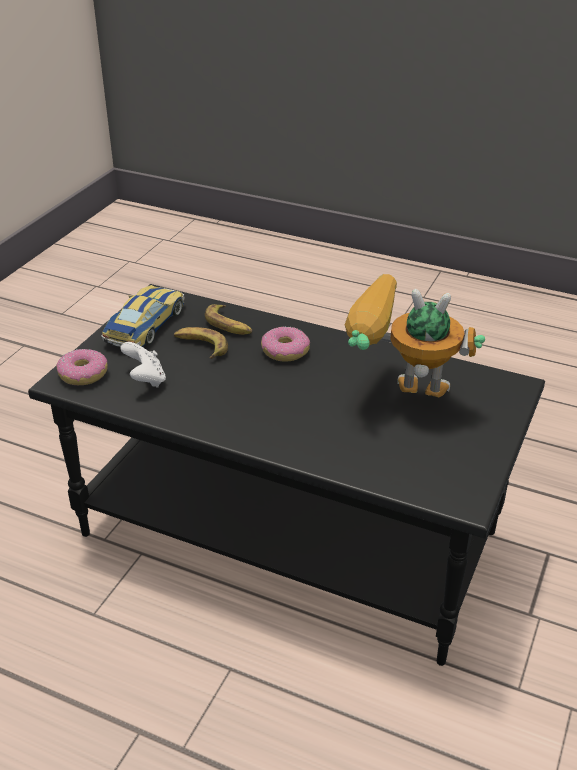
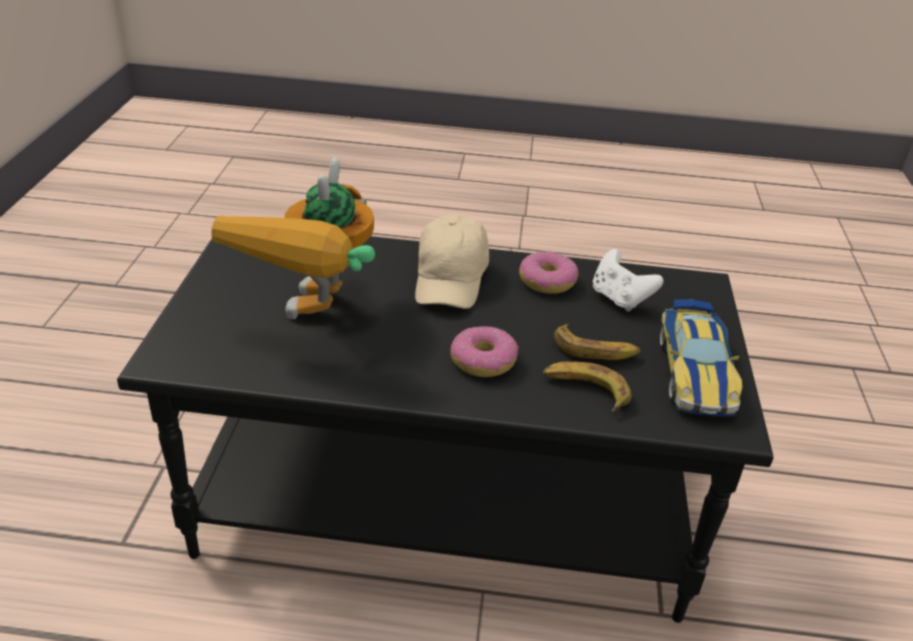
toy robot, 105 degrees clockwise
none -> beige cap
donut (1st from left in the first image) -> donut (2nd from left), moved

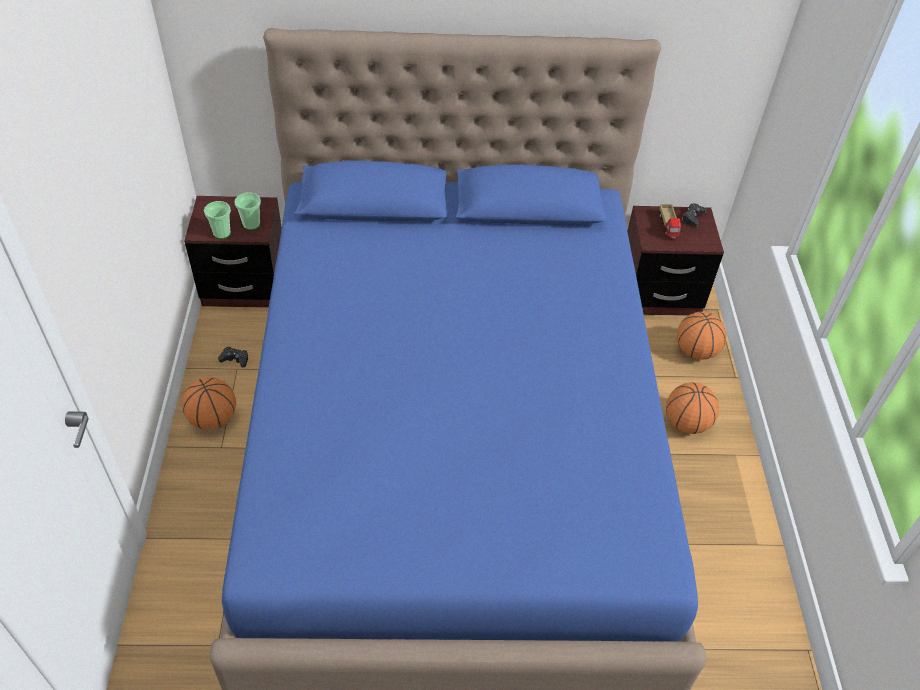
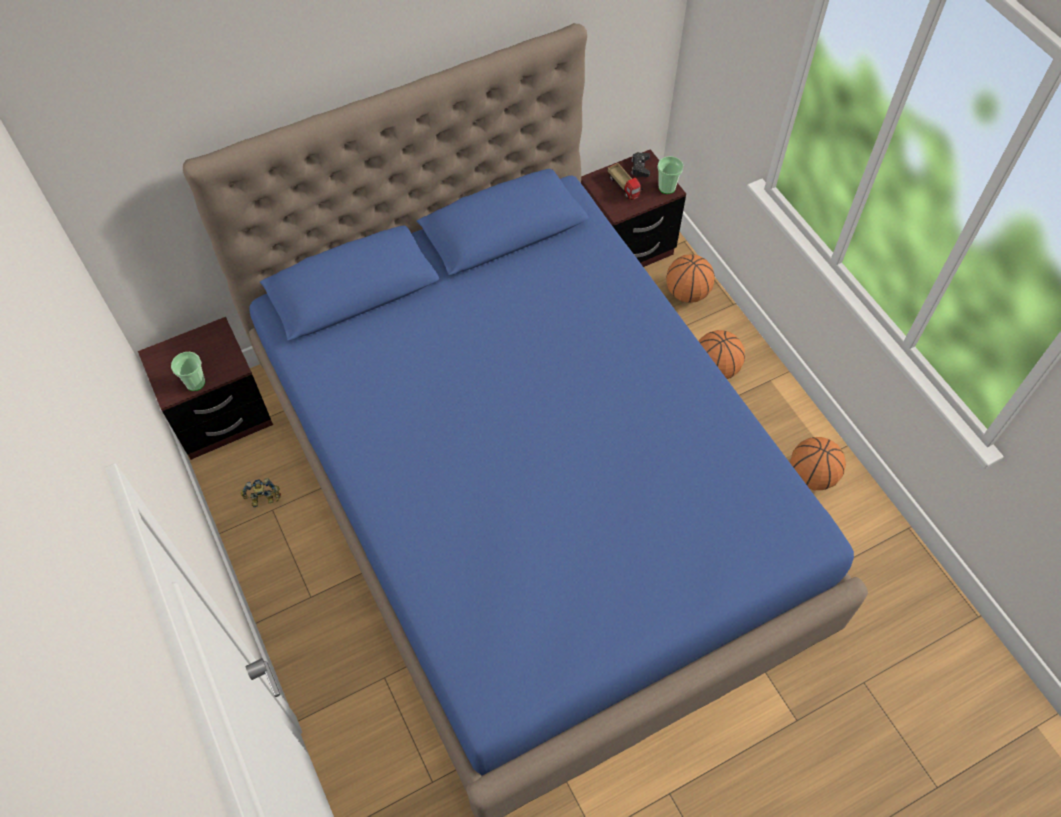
black game controller (1st from left) -> toy robot
cup (2nd from left), moved
basketball (1st from left in the first image) -> basketball (3rd from left), moved

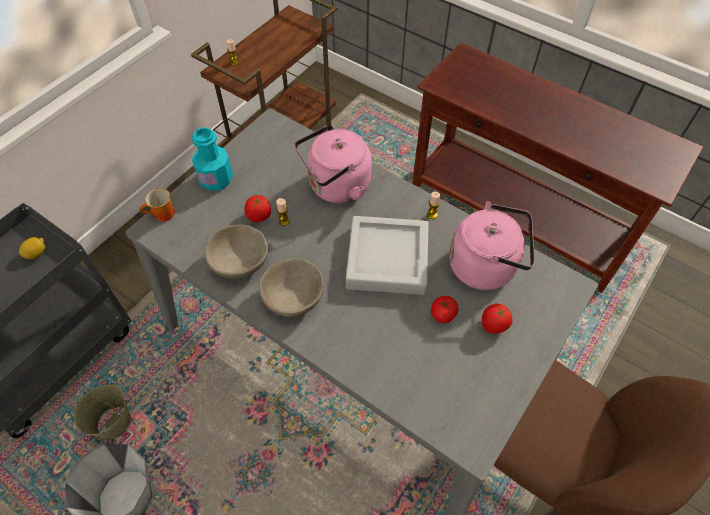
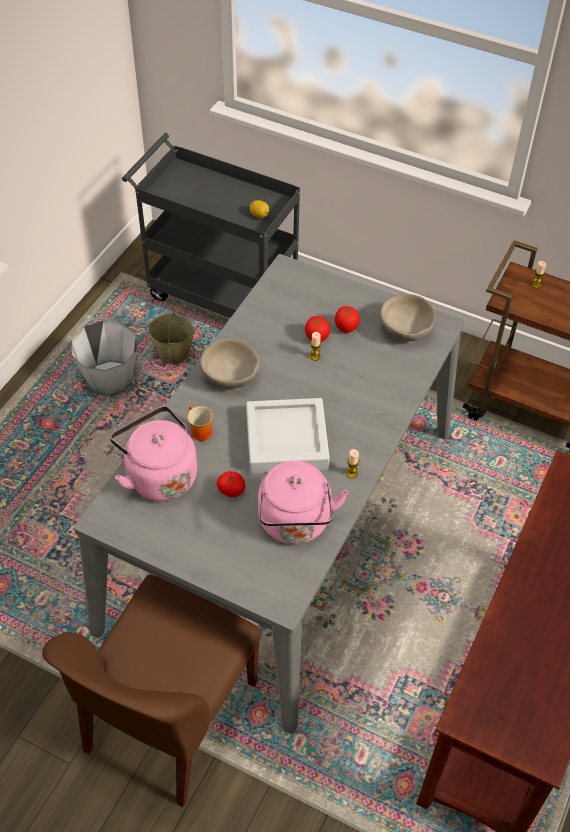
pink kettle (1st from left), moved
mug, moved
tomato (3rd from left), moved
beige bowl (1st from left in the first image) -> beige bowl (2nd from left), moved
turquoise bottle -> none

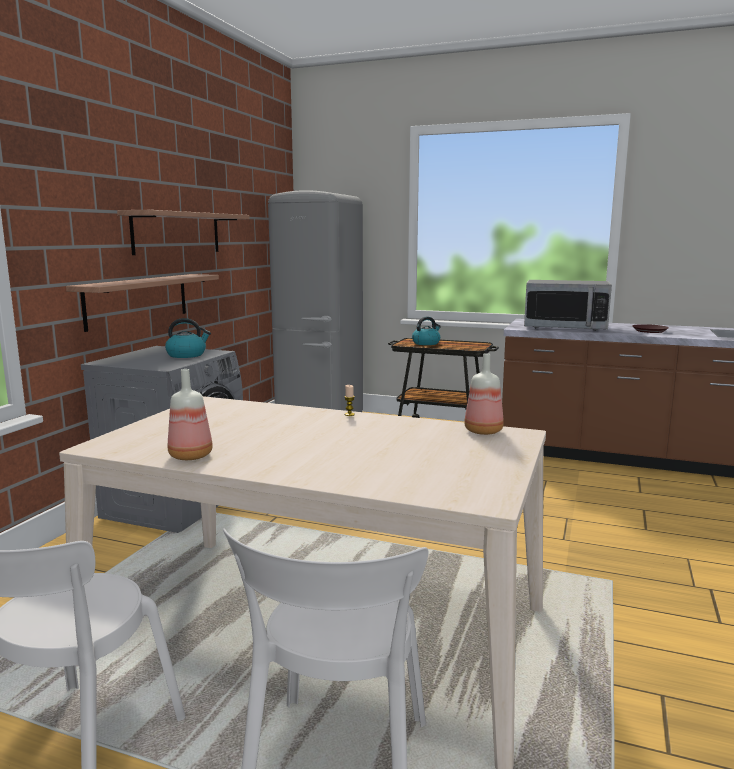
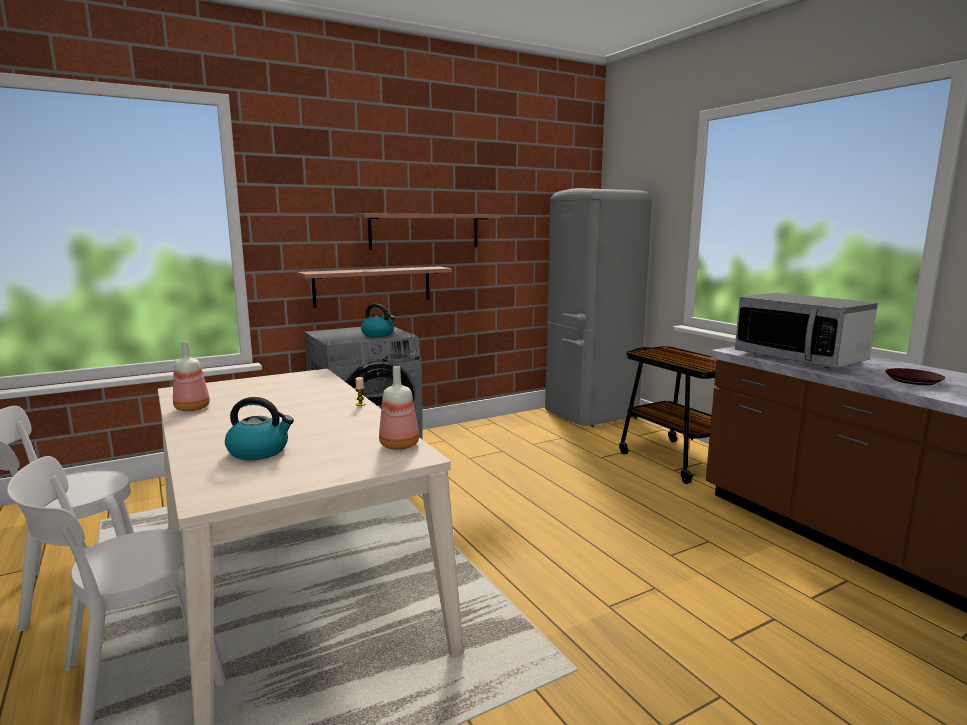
kettle (2nd from left in the first image) -> kettle (1st from left), moved

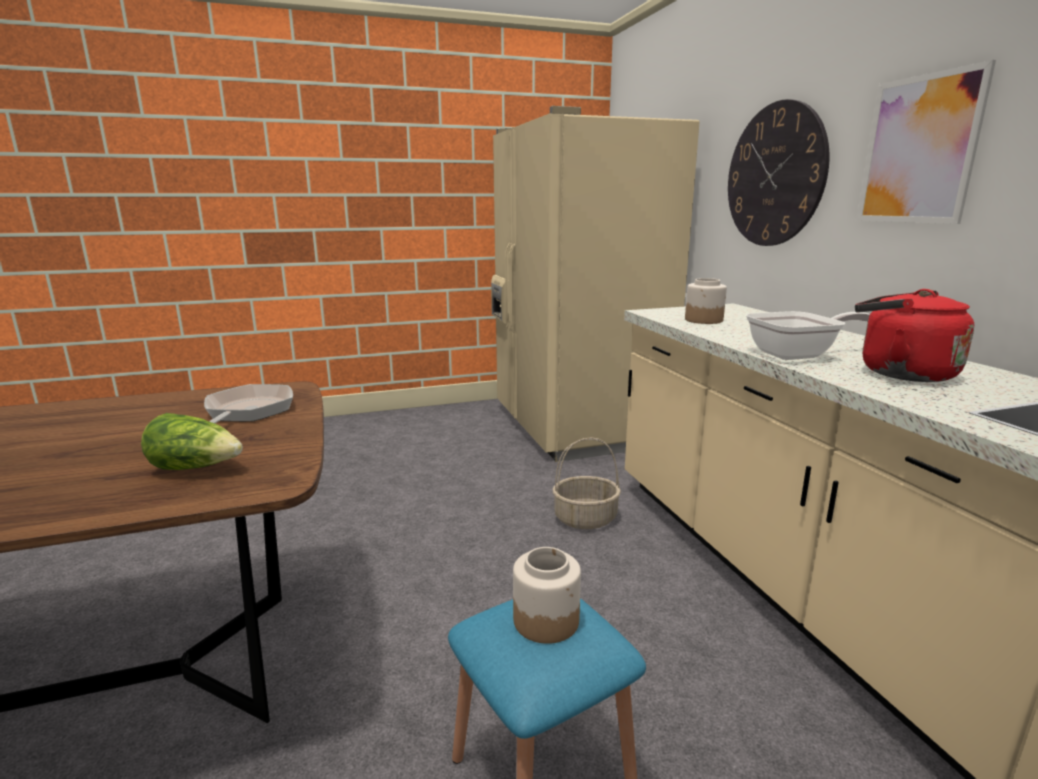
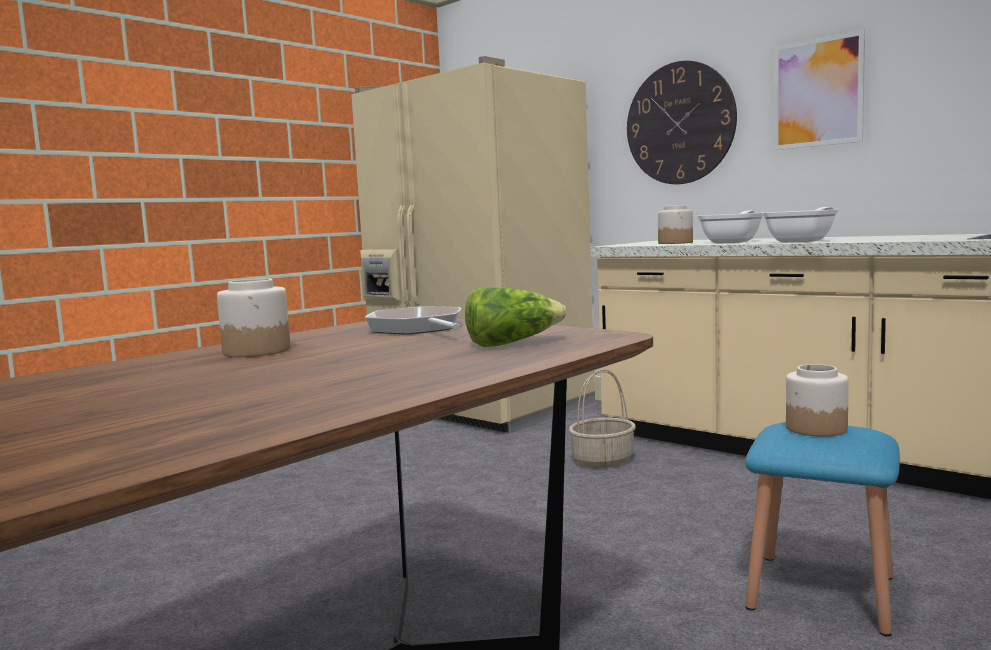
none -> jar (1st from left)
none -> frying pan (2nd from left)
red kettle -> none

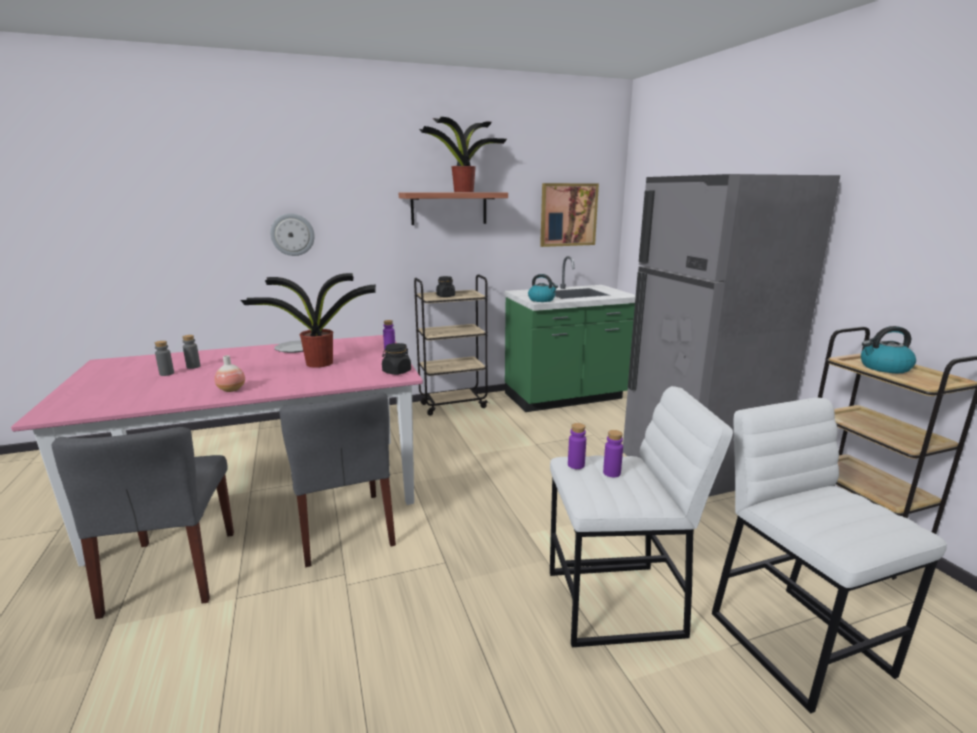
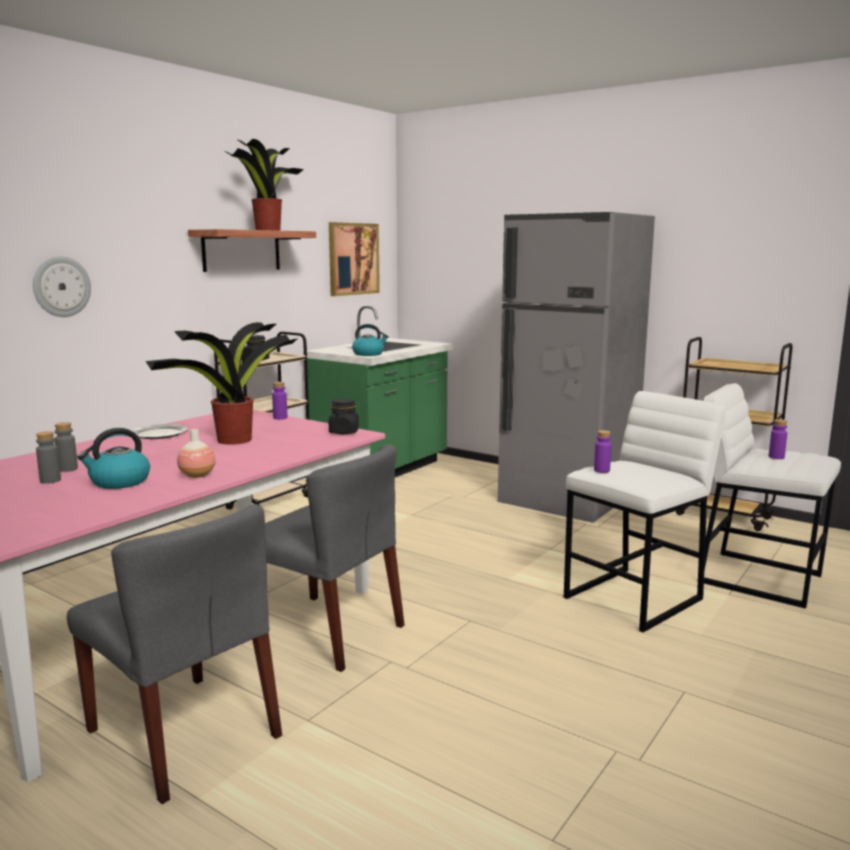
kettle (2nd from left in the first image) -> kettle (1st from left), moved
purple bottle (3rd from left), moved

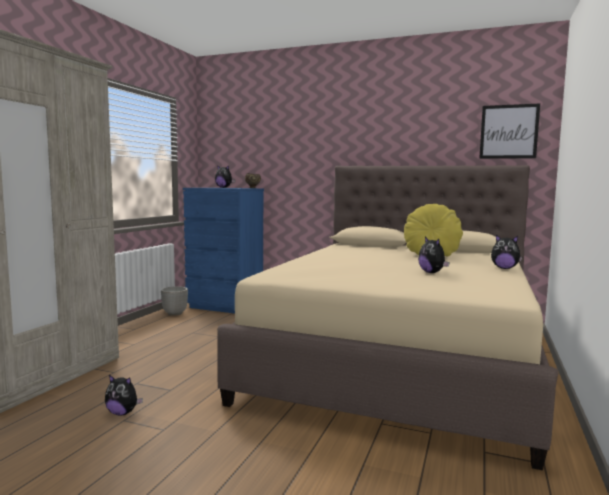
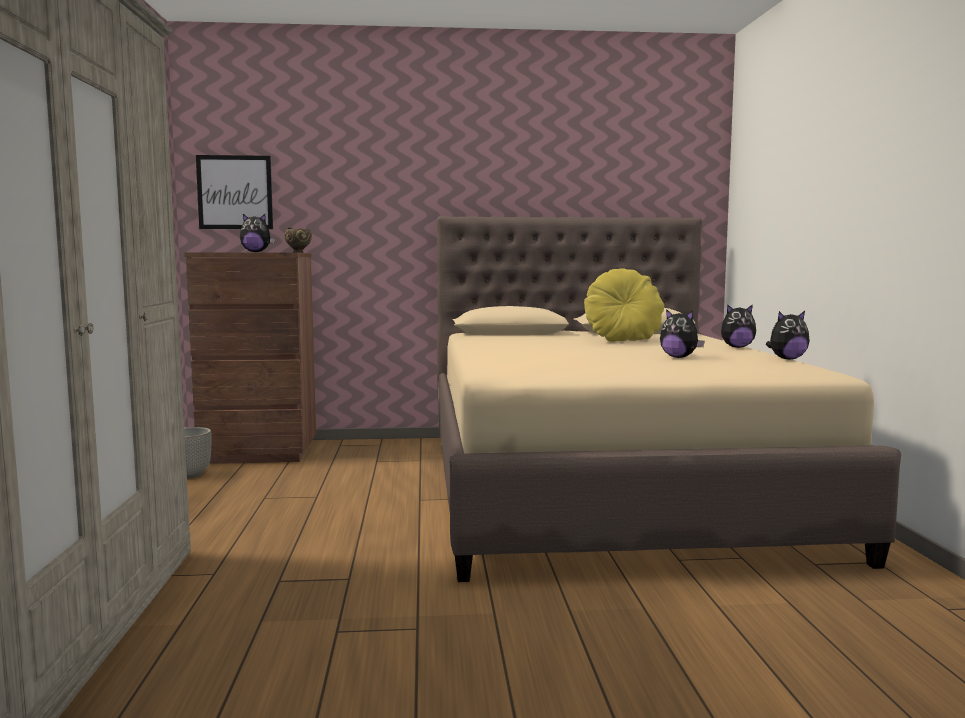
blue dresser -> brown dresser
picture, moved
plush toy (1st from left in the first image) -> plush toy (4th from left), moved

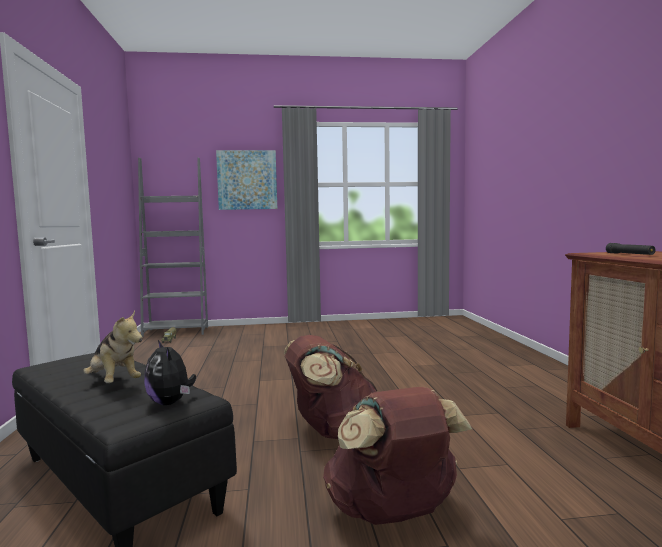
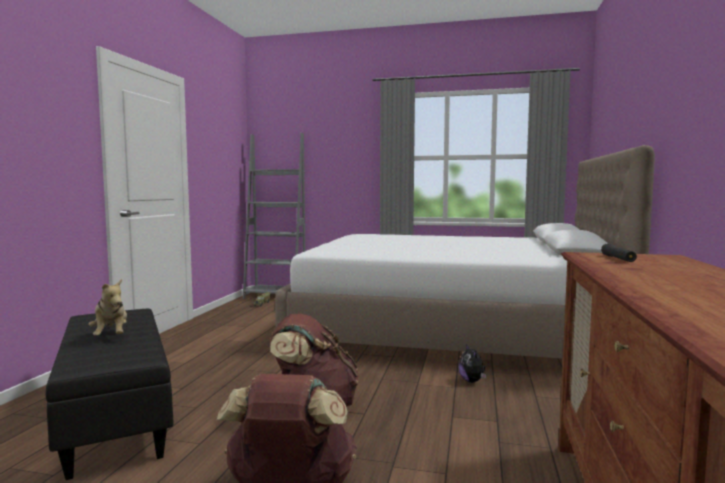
none -> white bed
plush toy (2nd from left), moved
picture -> none

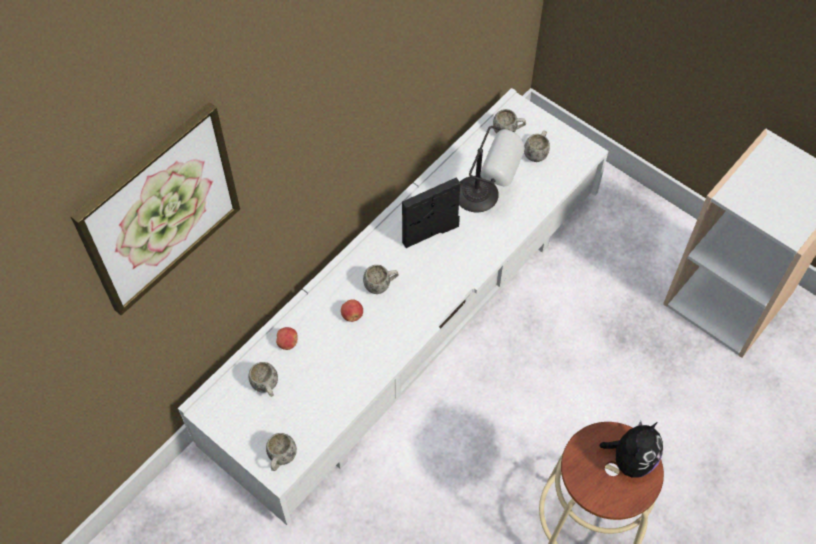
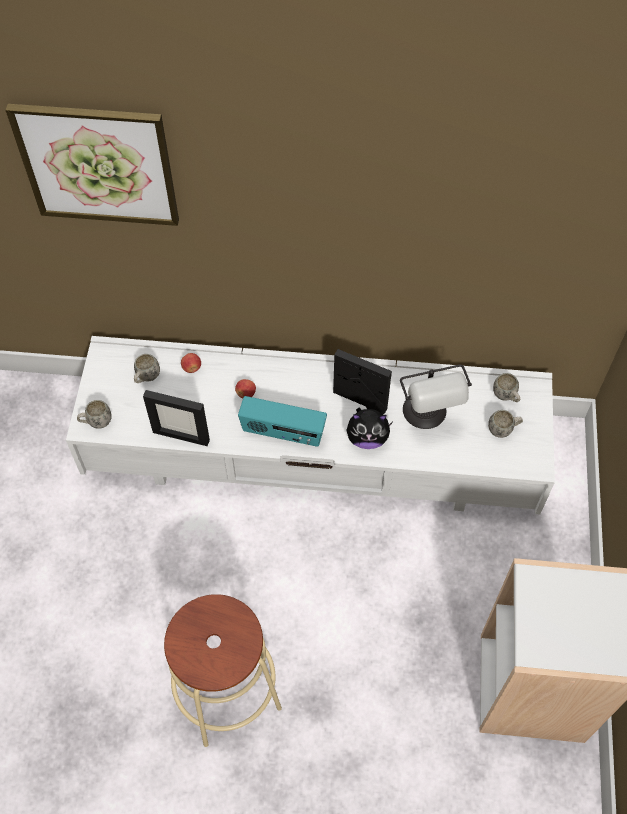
none -> picture frame (1st from left)
none -> radio
plush toy, moved
white mug (3rd from left) -> none

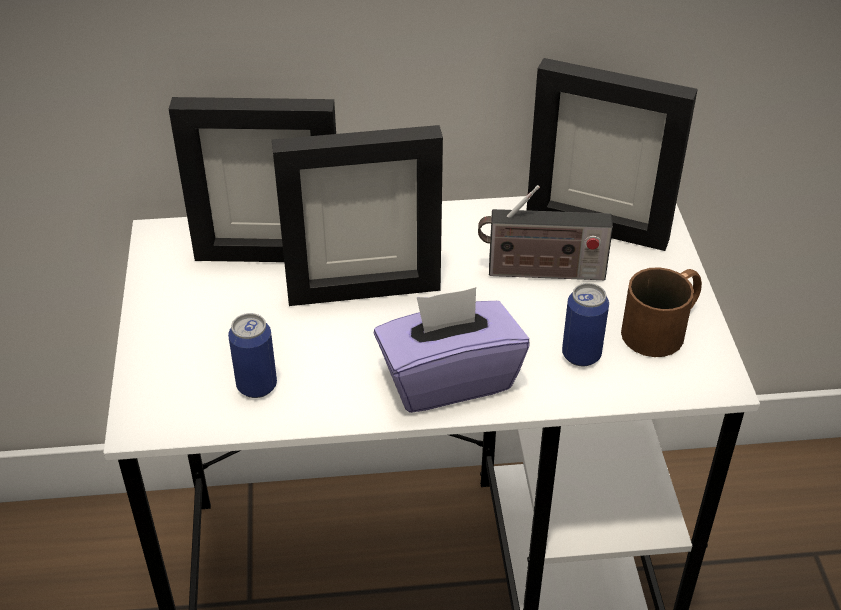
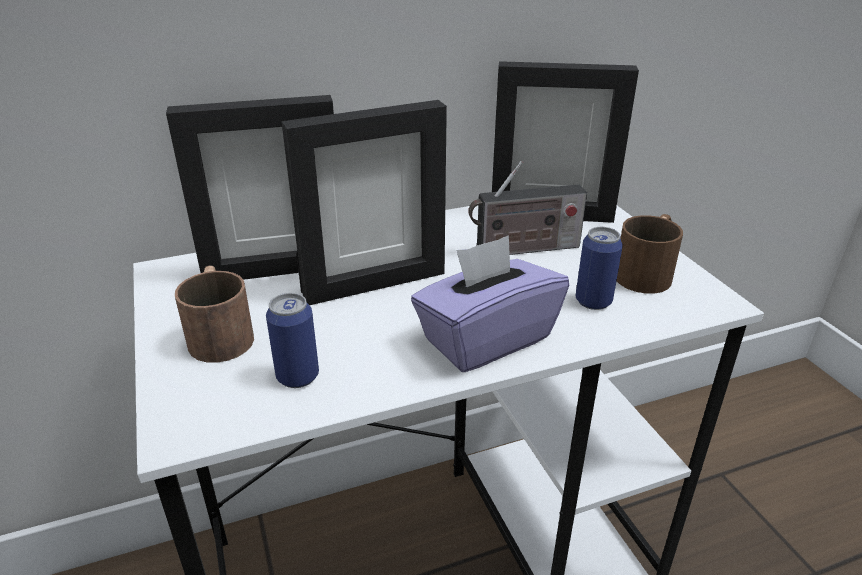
none -> brown mug (1st from left)

